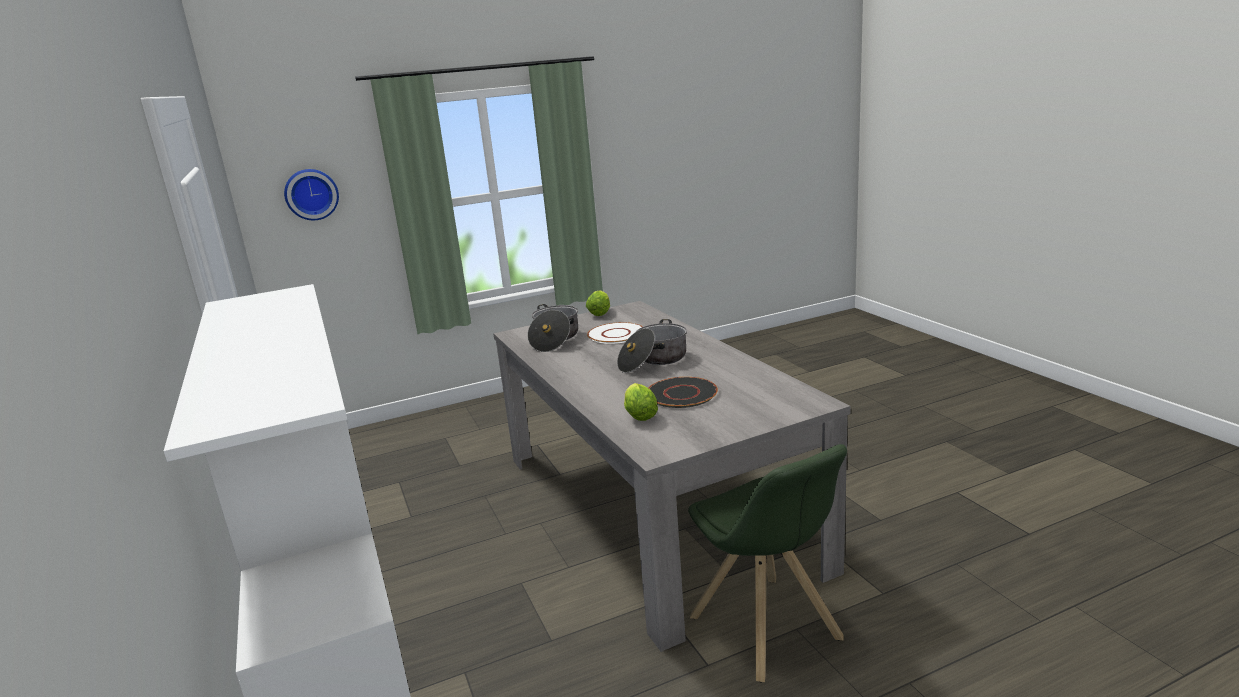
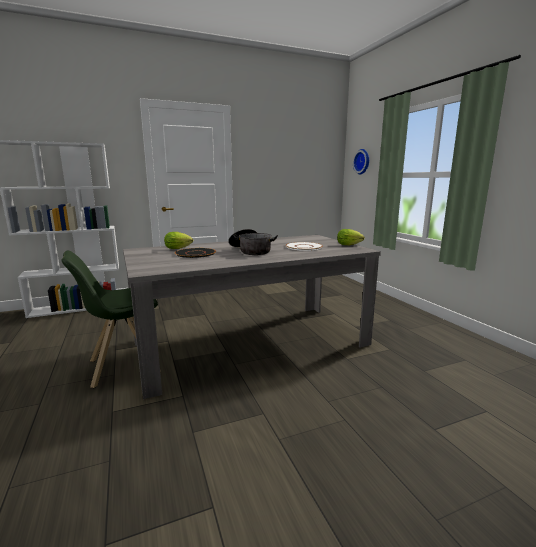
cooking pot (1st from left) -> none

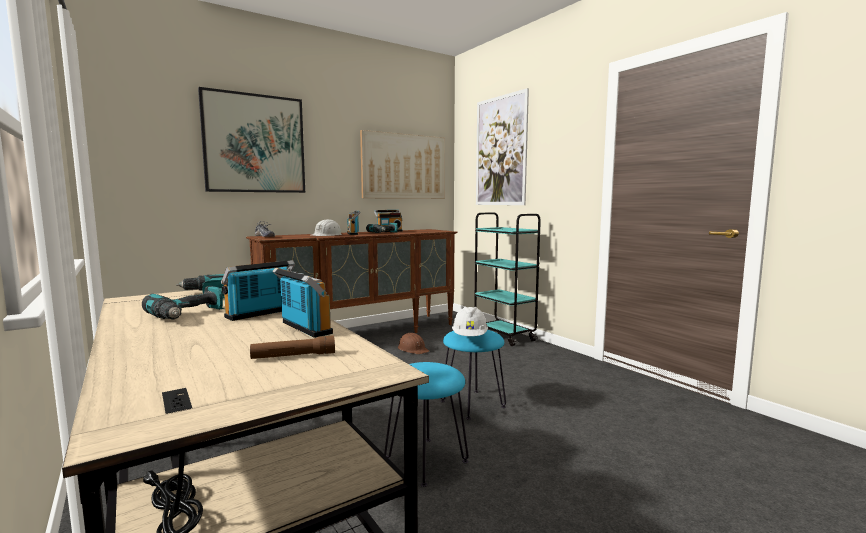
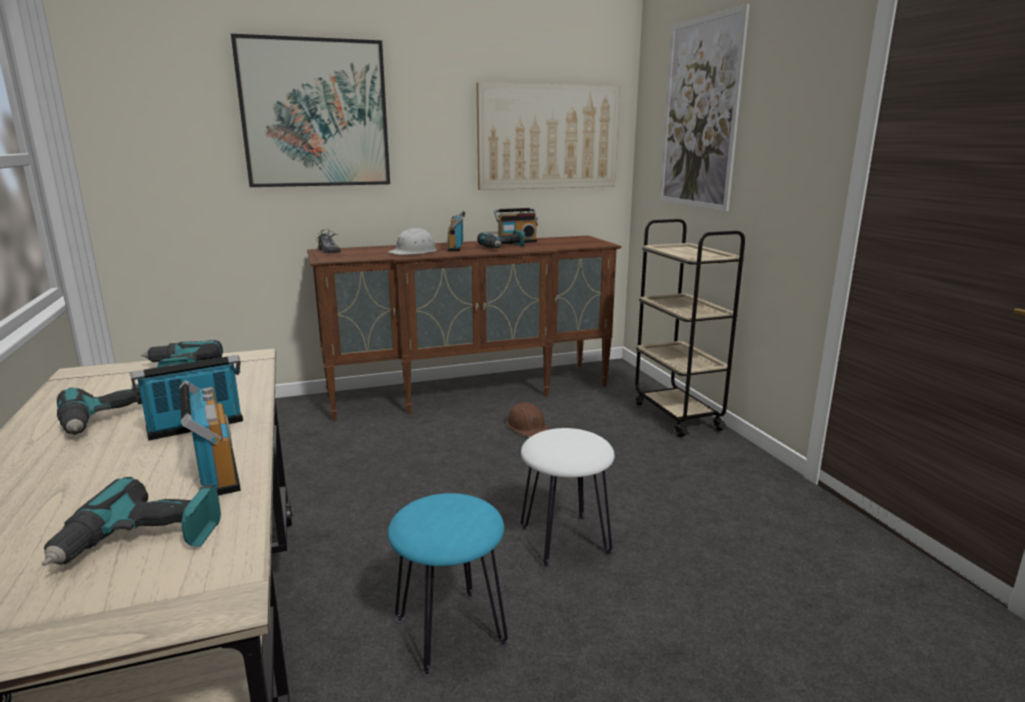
brown flashlight -> power drill (2nd from left)
turquoise stool (2nd from left) -> white stool
turquoise cart -> beige cart
white hard hat (2nd from left) -> none

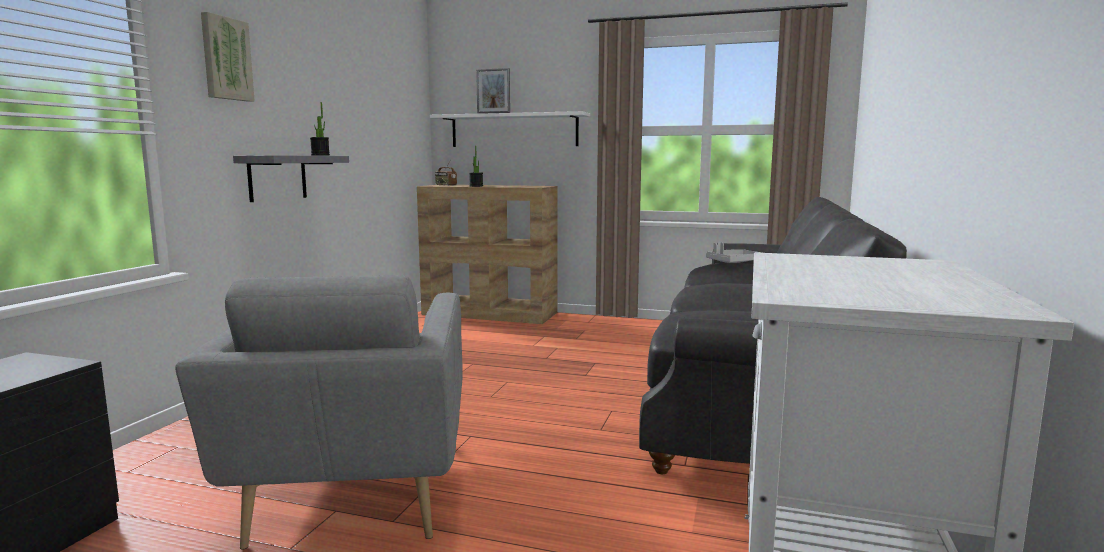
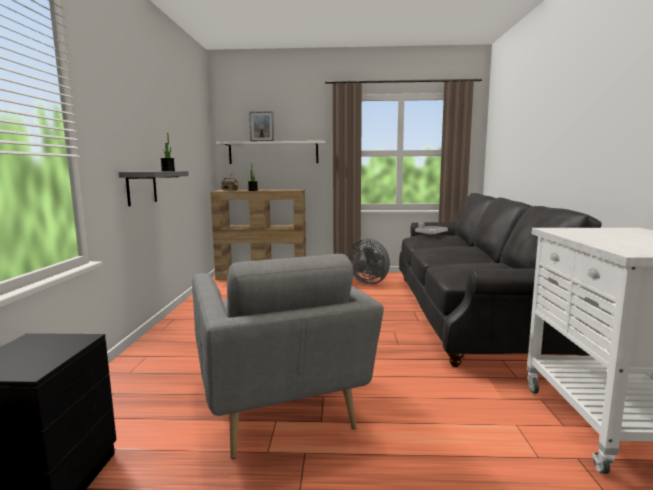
none -> grey fan
picture -> none

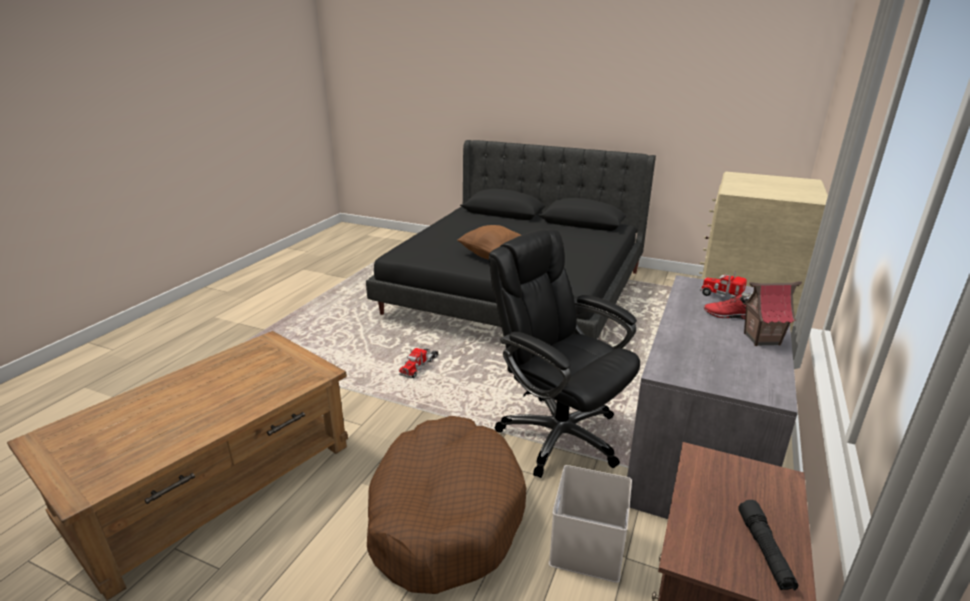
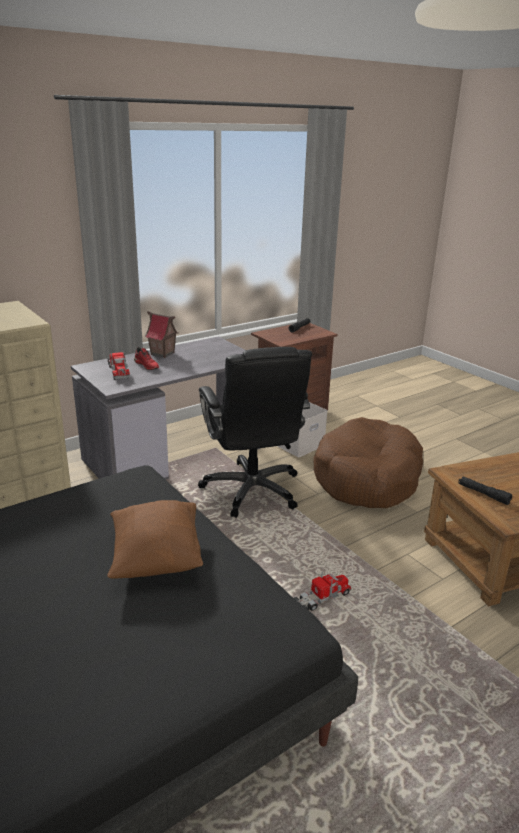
none -> black flashlight (2nd from left)

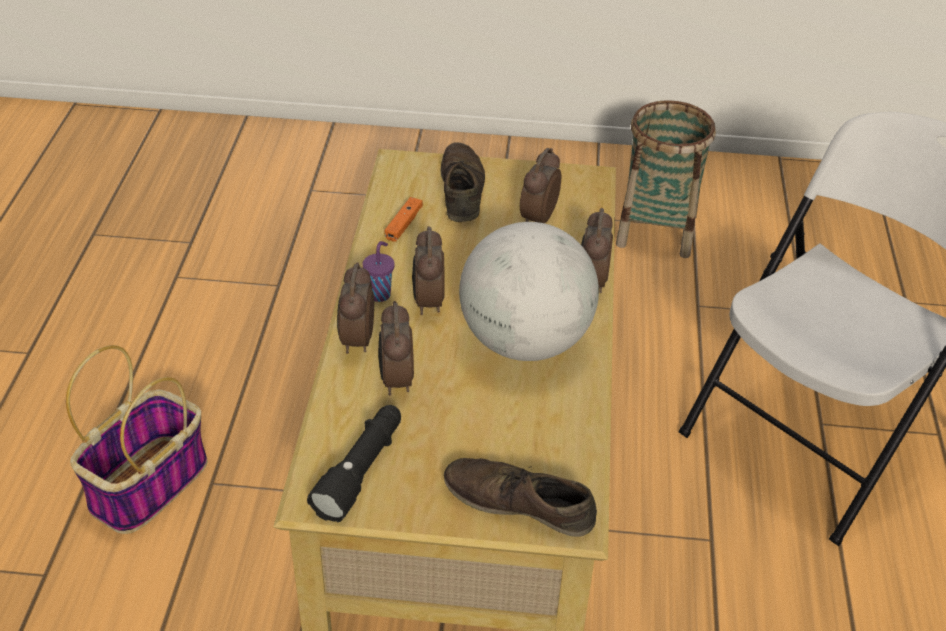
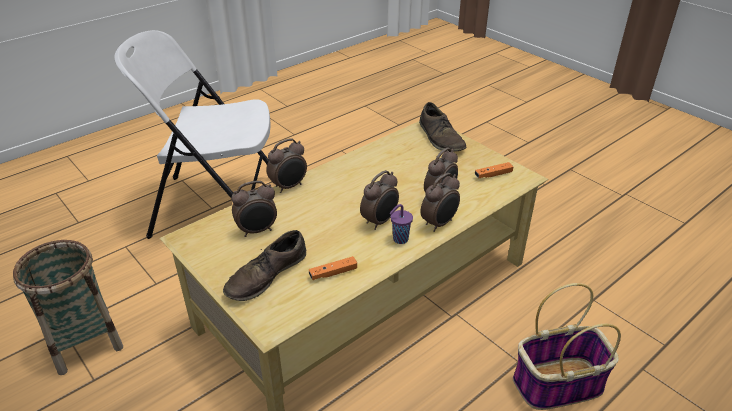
black flashlight -> orange game controller (2nd from left)
globe -> none

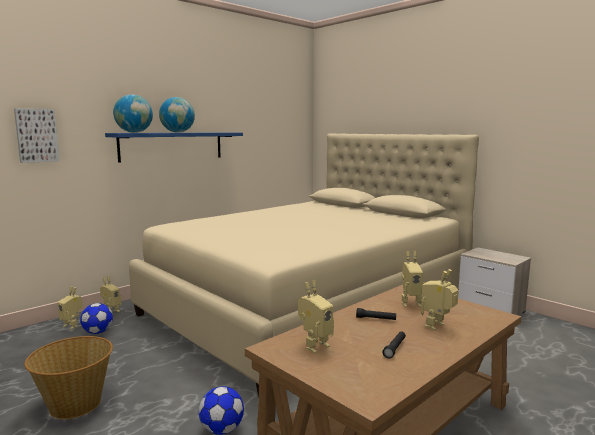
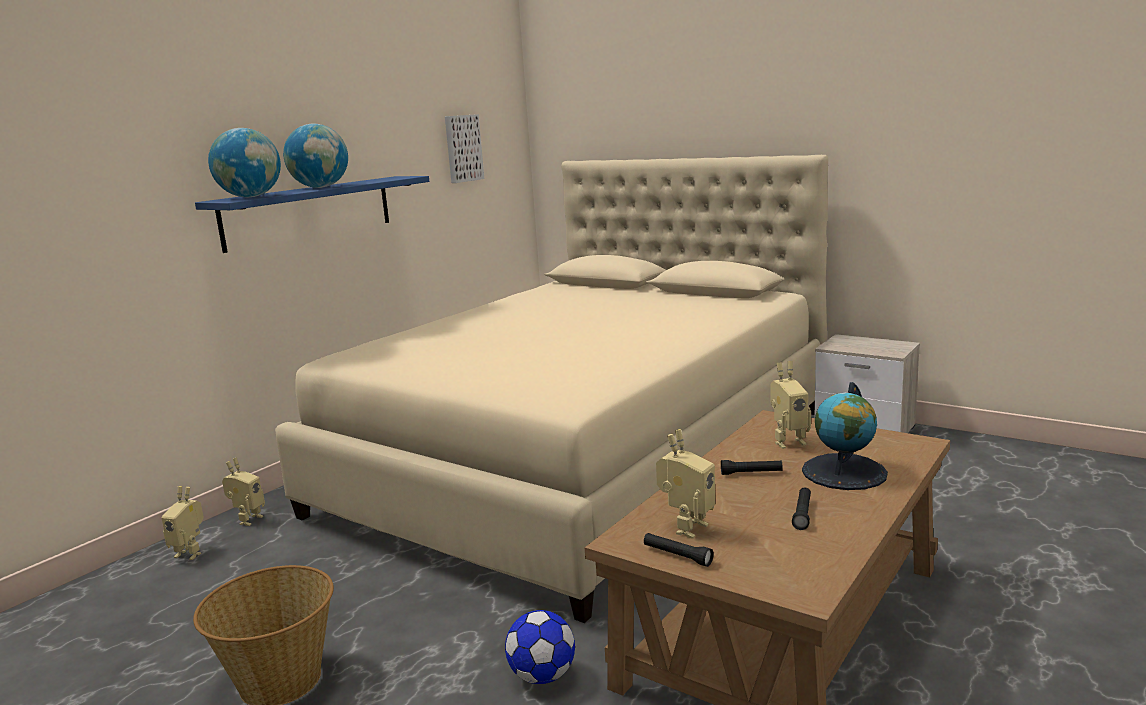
picture, moved
none -> black flashlight (1st from left)
toy robot (5th from left) -> globe (3rd from left)
football (1st from left) -> none

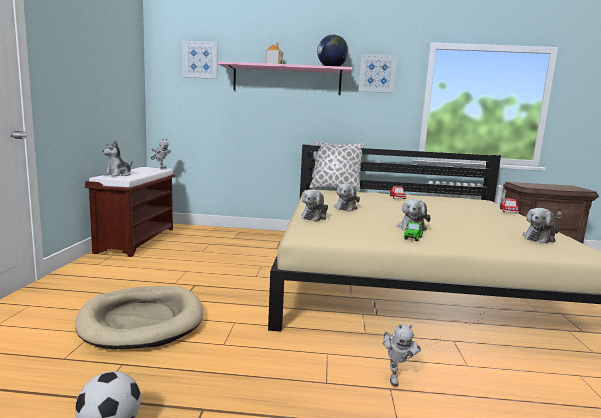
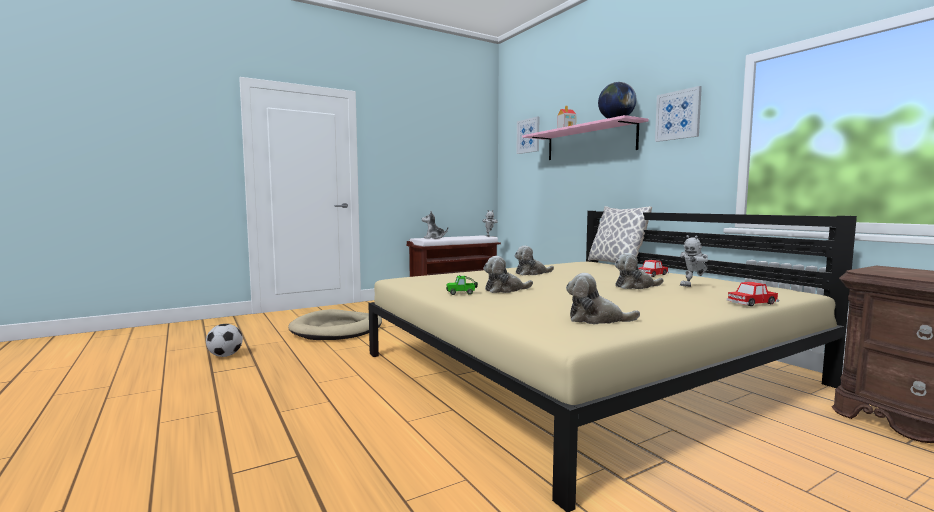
plush toy (2nd from left in the first image) -> plush toy (5th from left), moved
toy robot (2nd from left), moved

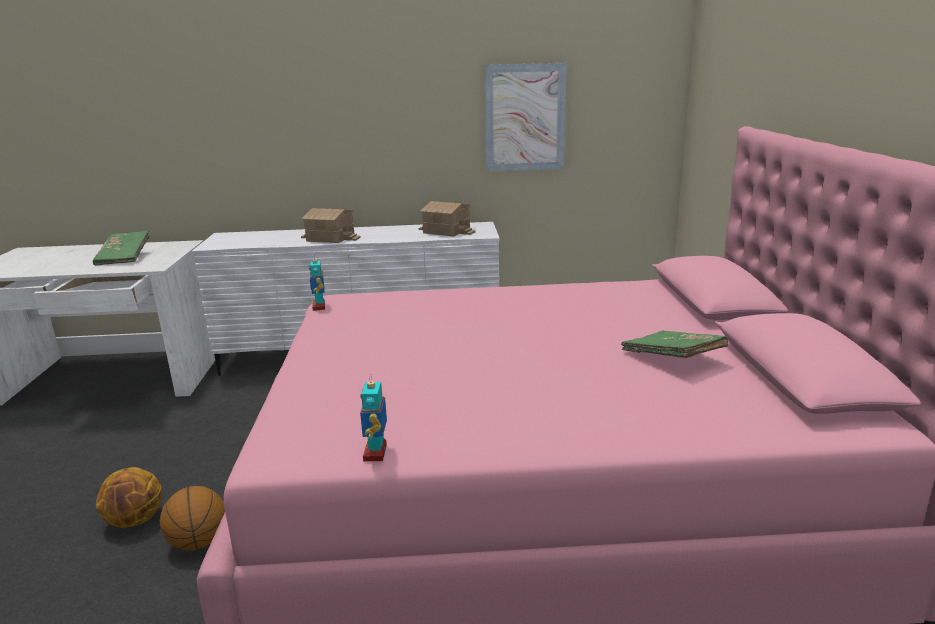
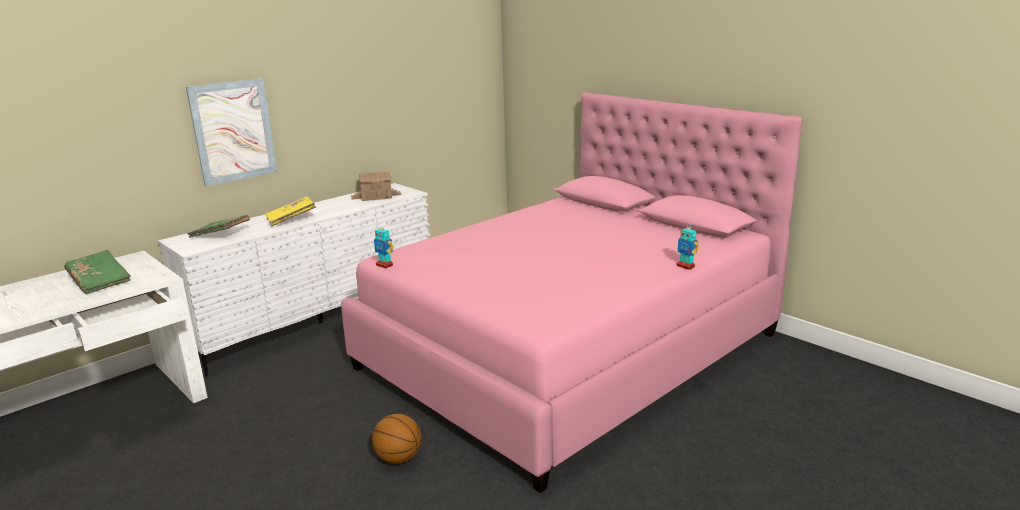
picture, moved
green book (2nd from left), moved
toy house (1st from left) -> yellow book
toy robot (2nd from left), moved
basketball (1st from left) -> none

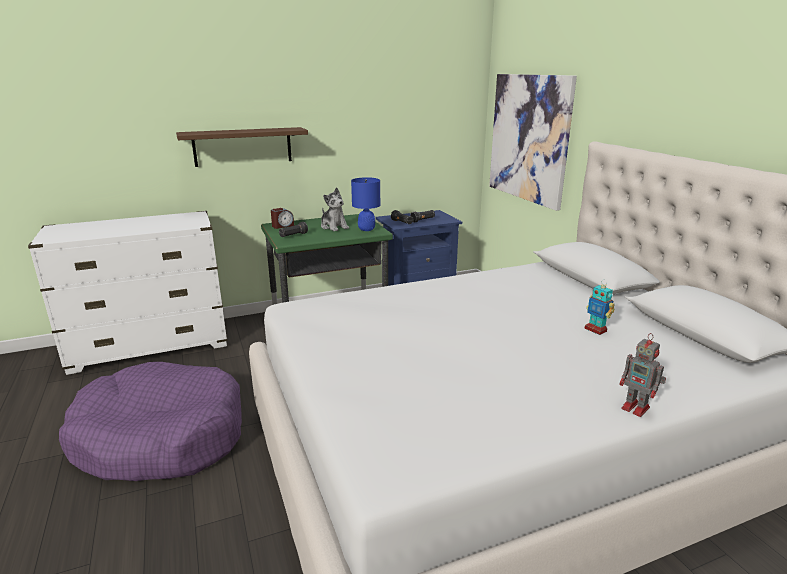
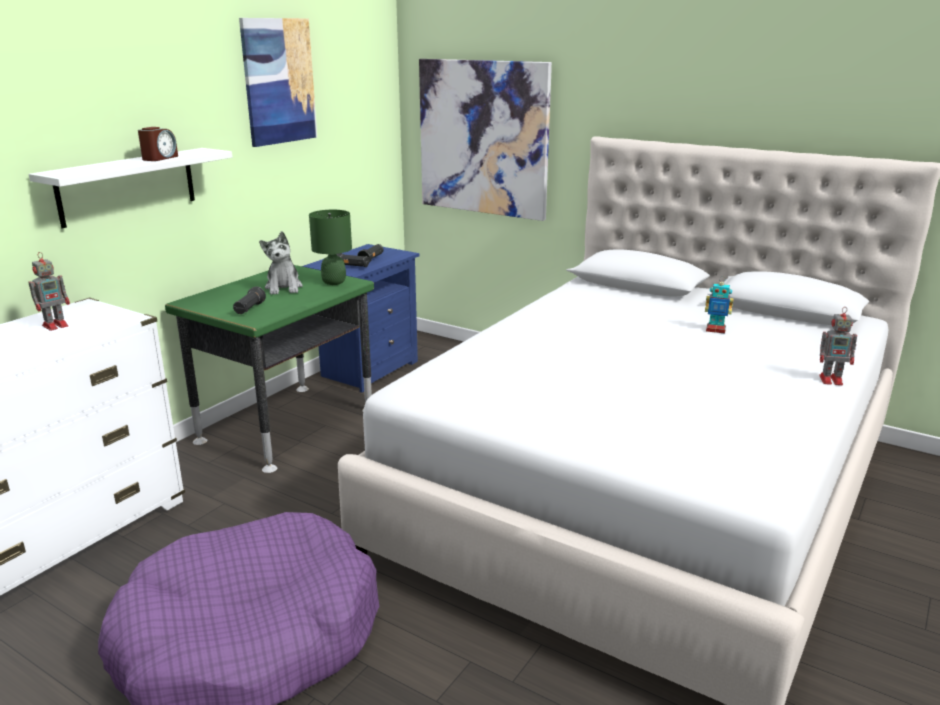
brown shelf -> white shelf
none -> toy robot (1st from left)
alarm clock, moved
none -> picture (1st from left)
plush toy, 60 degrees clockwise
blue table lamp -> green table lamp

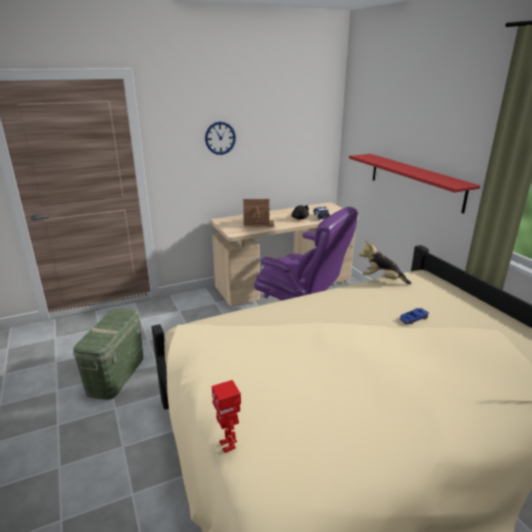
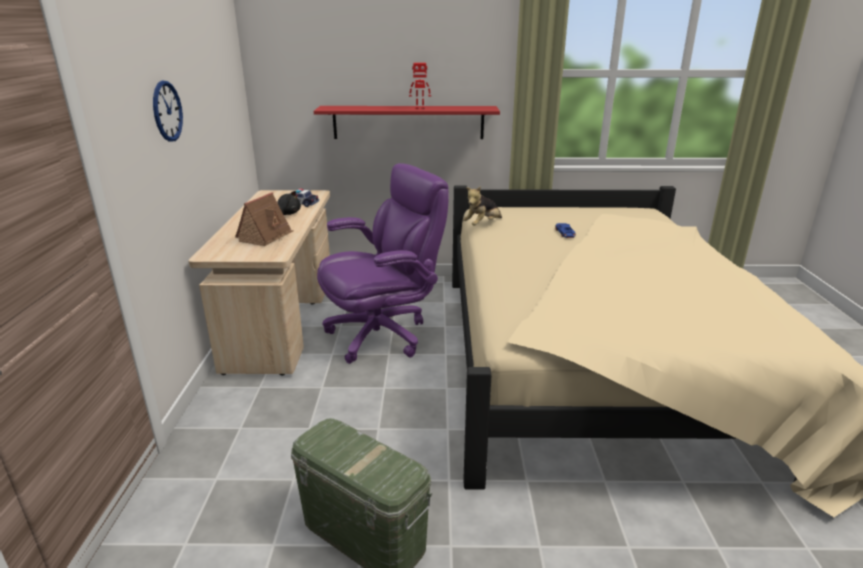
toy robot, moved

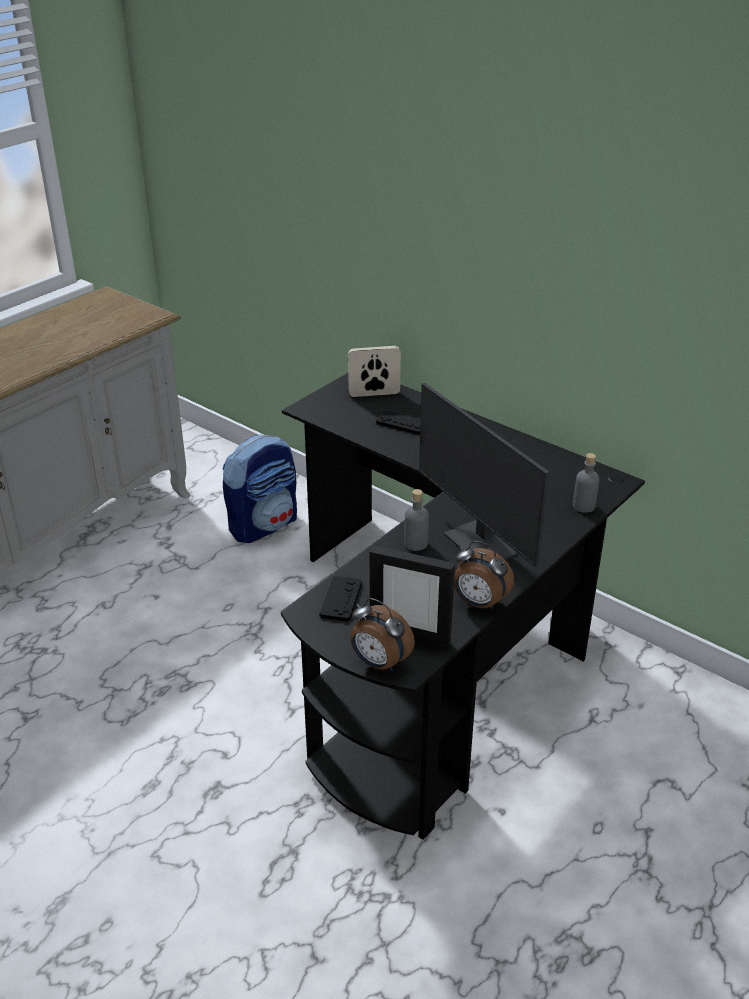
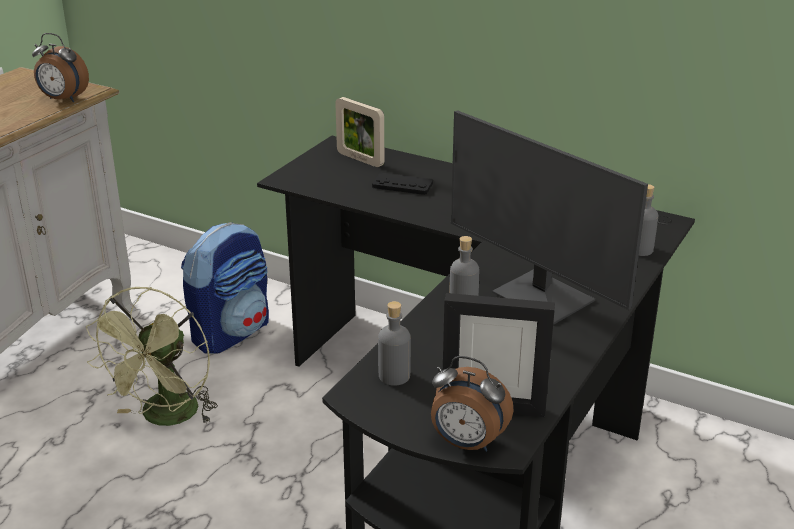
alarm clock (2nd from left in the first image) -> alarm clock (1st from left), moved
none -> green fan
picture frame (1st from left), 120 degrees counterclockwise
black game controller (1st from left) -> grey bottle (1st from left)

